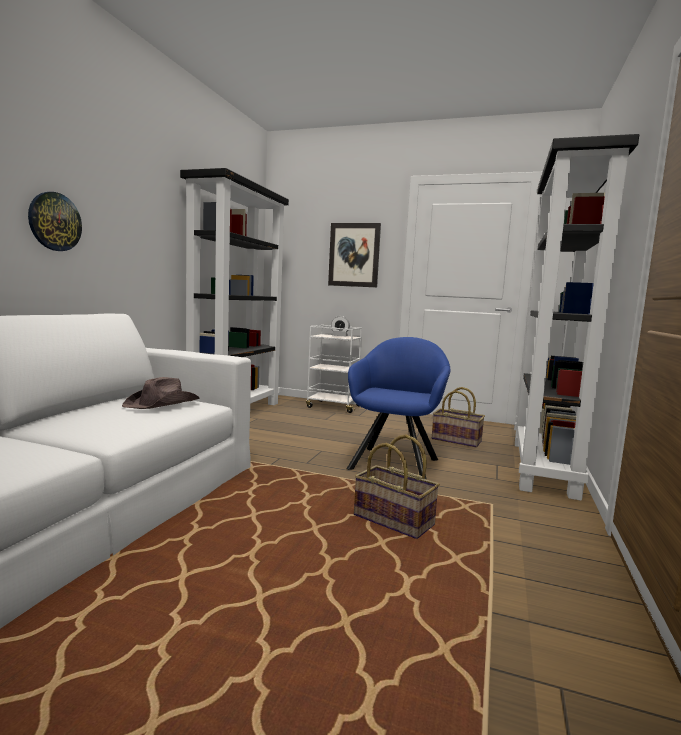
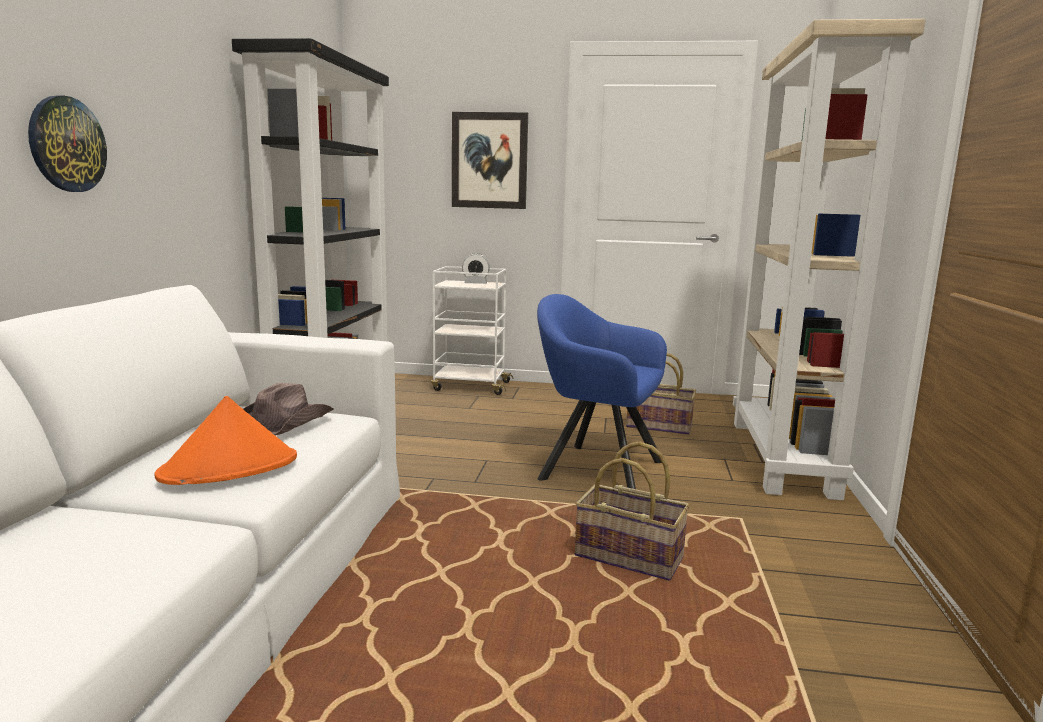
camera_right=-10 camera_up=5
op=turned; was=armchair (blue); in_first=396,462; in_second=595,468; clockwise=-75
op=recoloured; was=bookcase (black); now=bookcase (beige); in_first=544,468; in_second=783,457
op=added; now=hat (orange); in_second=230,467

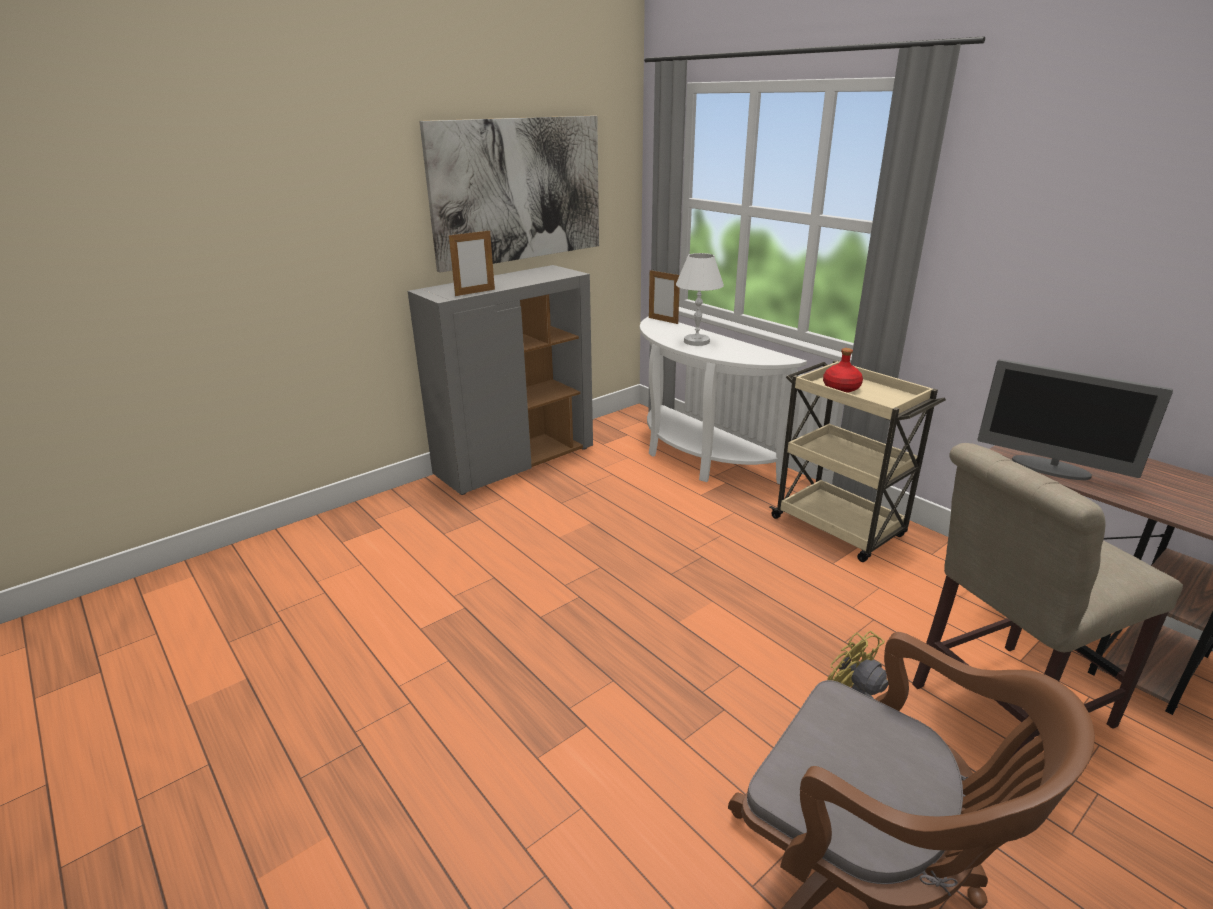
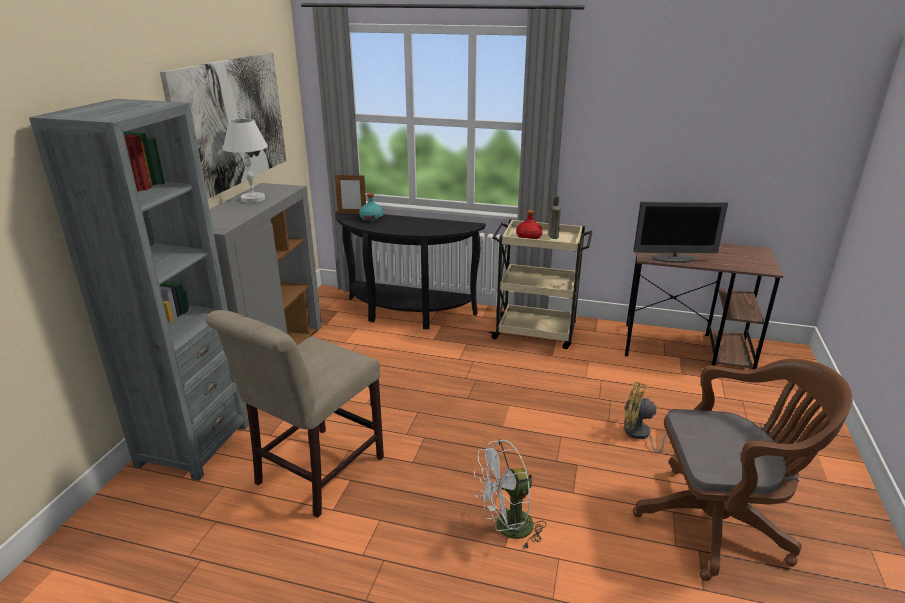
camera_right=-35 camera_up=0
op=removed; was=picture frame; in_first=475,292
op=recoloured; was=console table (white); now=console table (black); in_first=697,458; in_second=406,313
op=moved; was=table lamp (white); in_first=697,341; in_second=253,199
op=moved; was=chair (beige); in_first=1001,706; in_second=314,474
op=added; now=bookcase (grey); in_second=193,444
op=added; now=bottle (turquoise); in_second=371,218
op=added; now=fan (white); in_second=507,529
op=added; now=bottle (brown); in_second=553,235

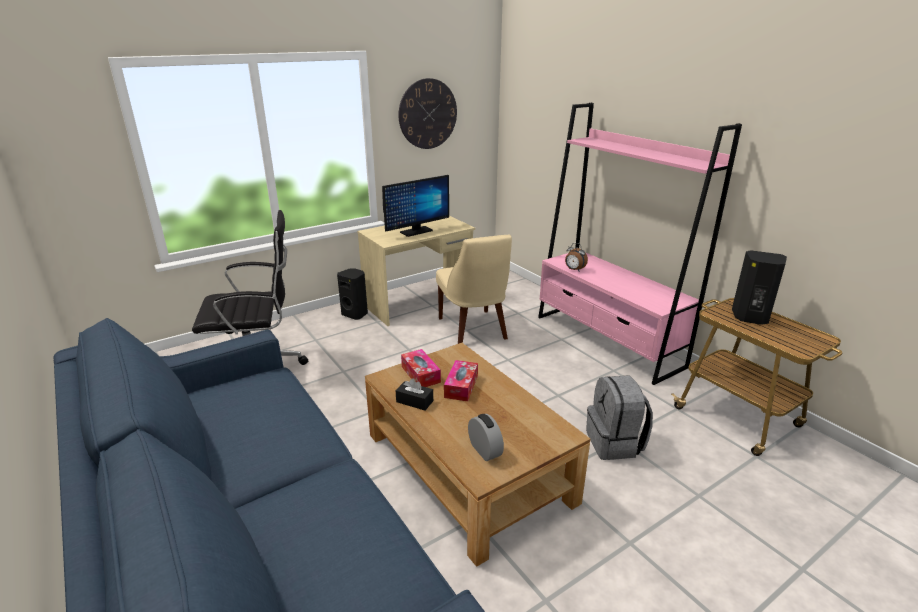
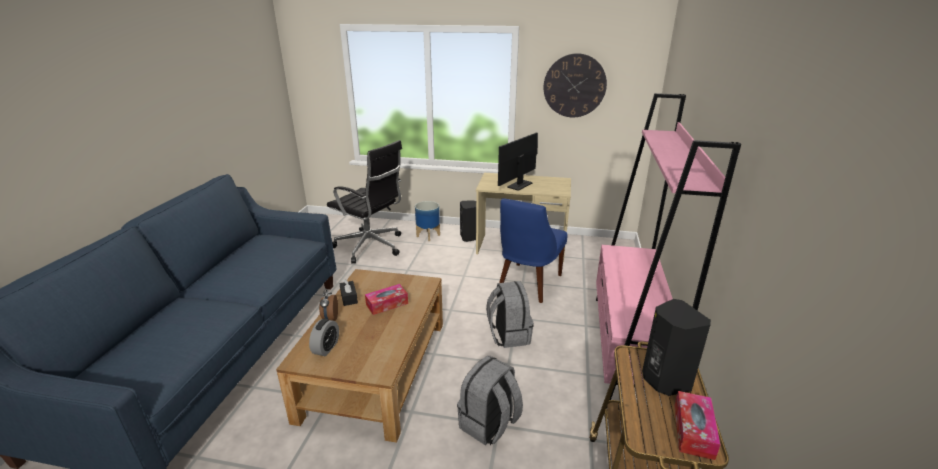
camera_right=45 camera_up=0
op=turned; was=monitor; in_first=416,231; in_second=520,185; clockwise=120
op=moved; was=tissue box; in_first=420,374; in_second=693,431
op=recoloured; was=chair (beige); now=chair (blue); in_first=473,330; in_second=528,284
op=moved; was=alarm clock; in_first=574,270; in_second=330,318
op=added; now=planter; in_second=428,236
op=added; now=backpack (grey); in_second=508,335

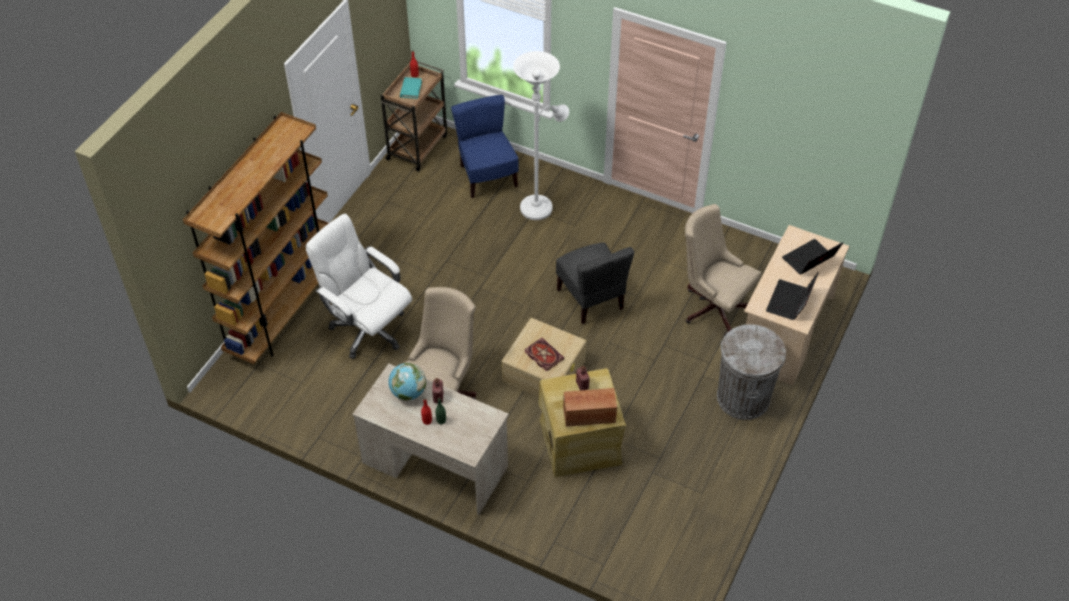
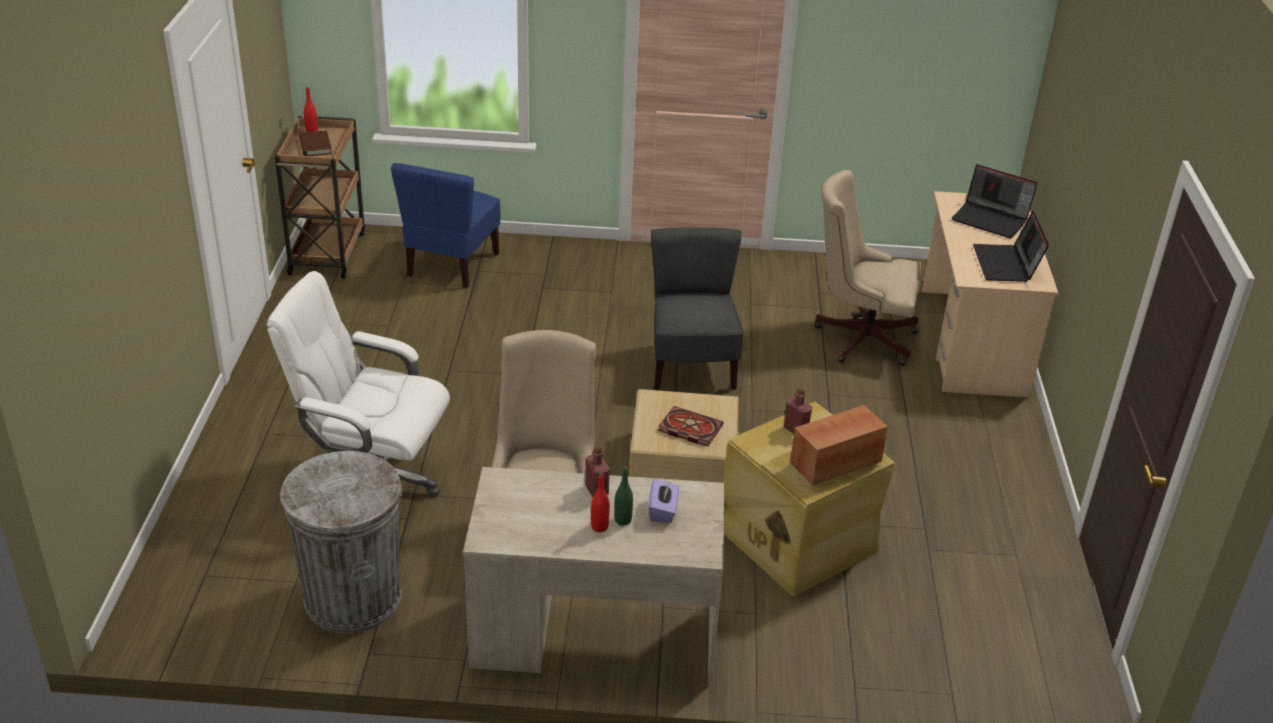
camera_right=-25 camera_up=-15
op=removed; was=bookcase (brown); in_first=283,312
op=removed; was=globe; in_first=408,392
op=recoloured; was=book (turquoise); now=book (brown); in_first=411,89; in_second=315,146
op=turned; was=chair (blue); in_first=487,176; in_second=451,265; clockwise=-120
op=removed; was=floor lamp (white); in_first=539,206
op=turned; was=chair (grey); in_first=591,299; in_second=691,366; clockwise=-135
op=moved; was=trash can (grey); in_first=743,398; in_second=353,598
op=turned; was=laptop; in_first=809,260; in_second=991,219; clockwise=-90
op=added; now=tissue box (purple); in_second=663,511

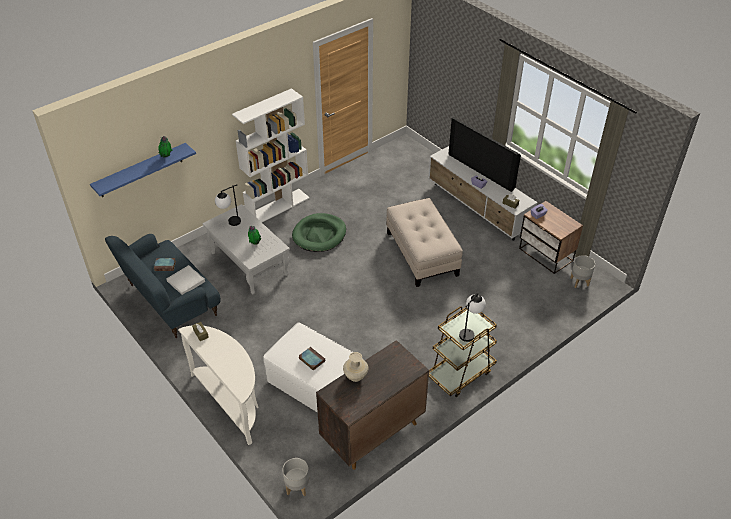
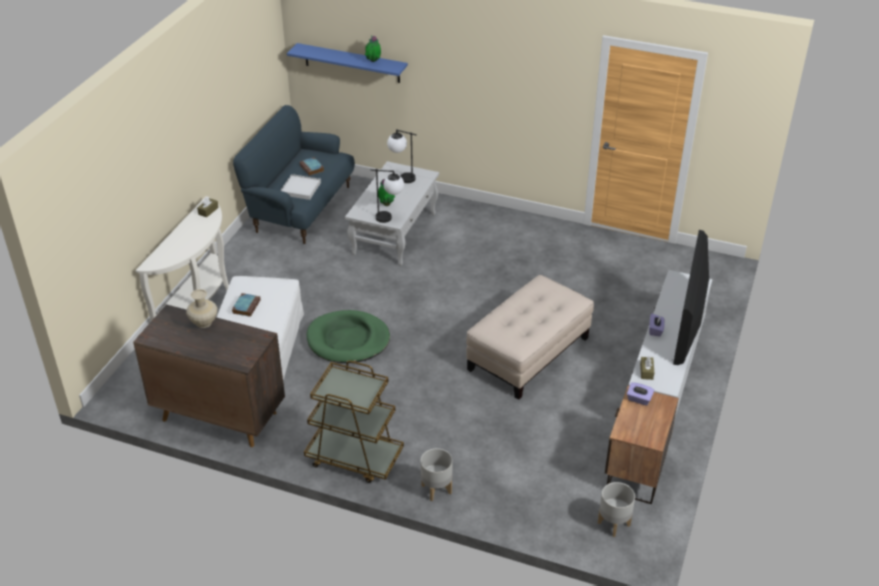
camera_right=60 camera_up=-5
op=removed; was=bookcase (white); in_first=278,206
op=moved; was=planter (grey); in_first=297,487; in_second=436,489
op=moved; was=dog bed (green); in_first=319,235; in_second=348,340
op=moved; was=table lamp; in_first=469,332; in_second=390,218

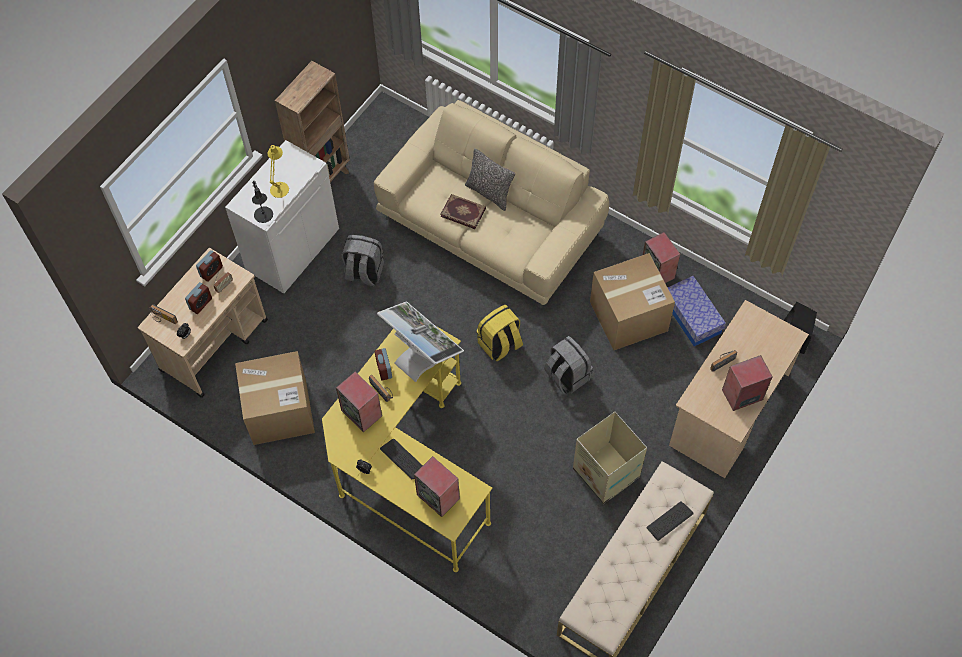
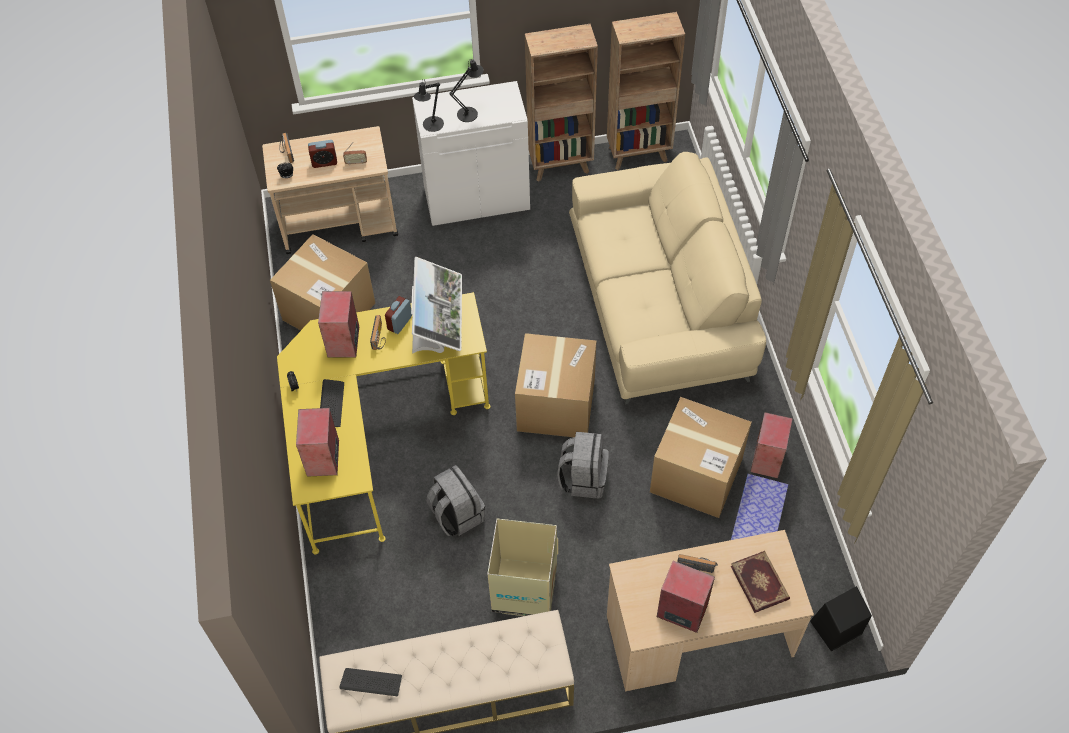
camera_right=45 camera_up=-5
op=removed; was=alarm clock; in_first=211,271
op=recoloured; was=table lamp (yellow); now=table lamp (black); in_first=280,187; in_second=470,113
op=moved; was=backpack (grey); in_first=364,272; in_second=456,514
op=moved; was=book; in_first=463,212; in_second=760,582
op=removed; was=pillow; in_first=489,193
op=replaced; was=backpack (yellow); now=cardboard box; in_first=500,345; in_second=556,405
op=moved; was=keyboard; in_first=669,521; in_second=371,682
op=added; now=bookcase (brown); in_second=639,154

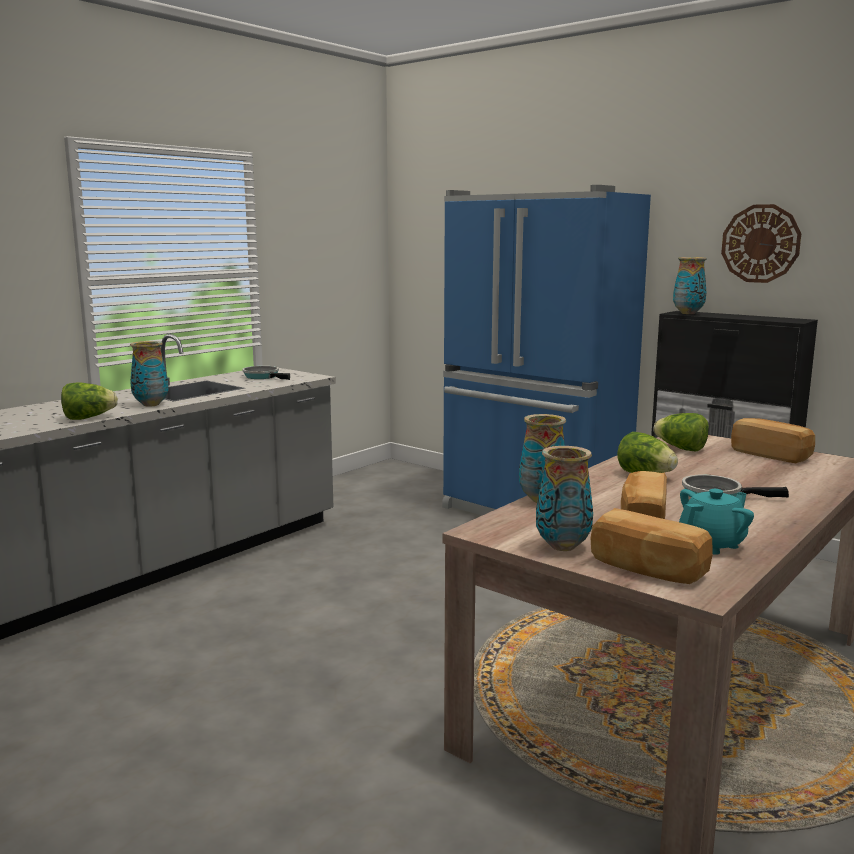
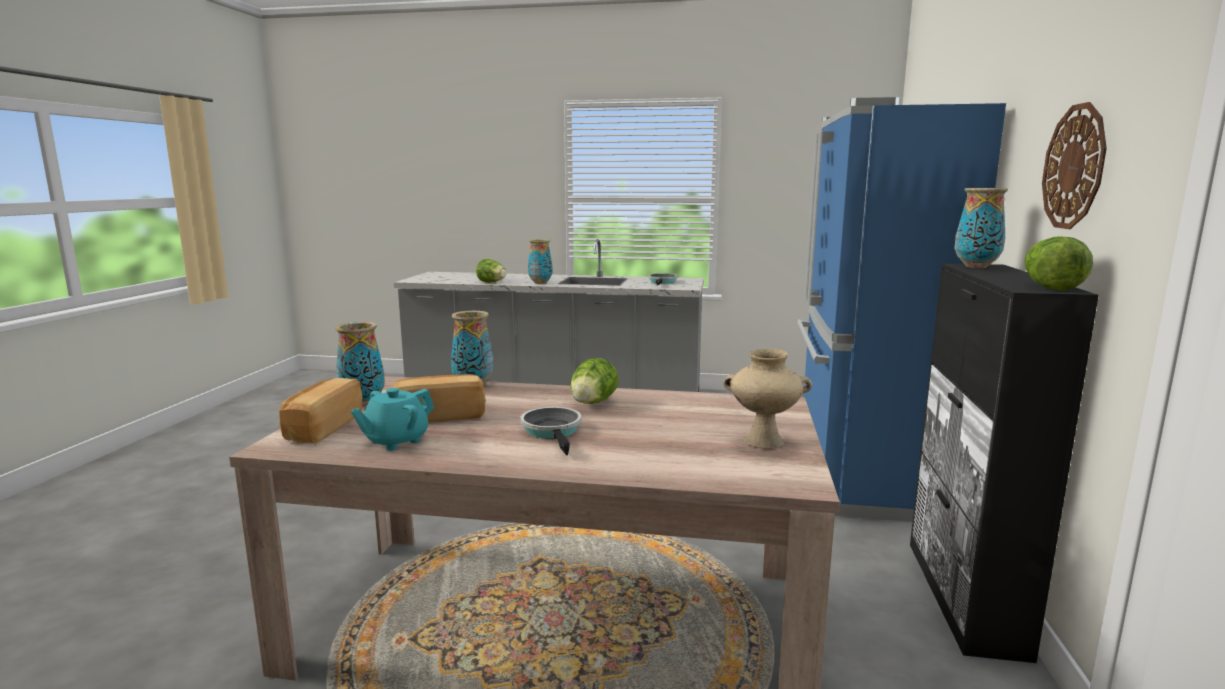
camera_right=60 camera_up=0
op=moved; was=lettuce; in_first=681,448; in_second=1049,287
op=turned; was=teapot (turquoise); in_first=712,544; in_second=396,441; clockwise=105
op=replaced; was=bread; now=vase (beige); in_first=771,455; in_second=762,442

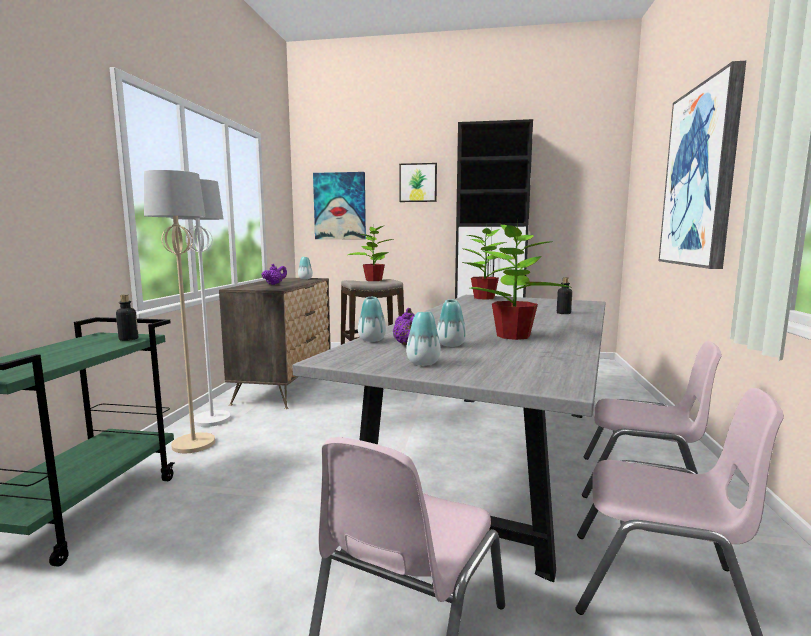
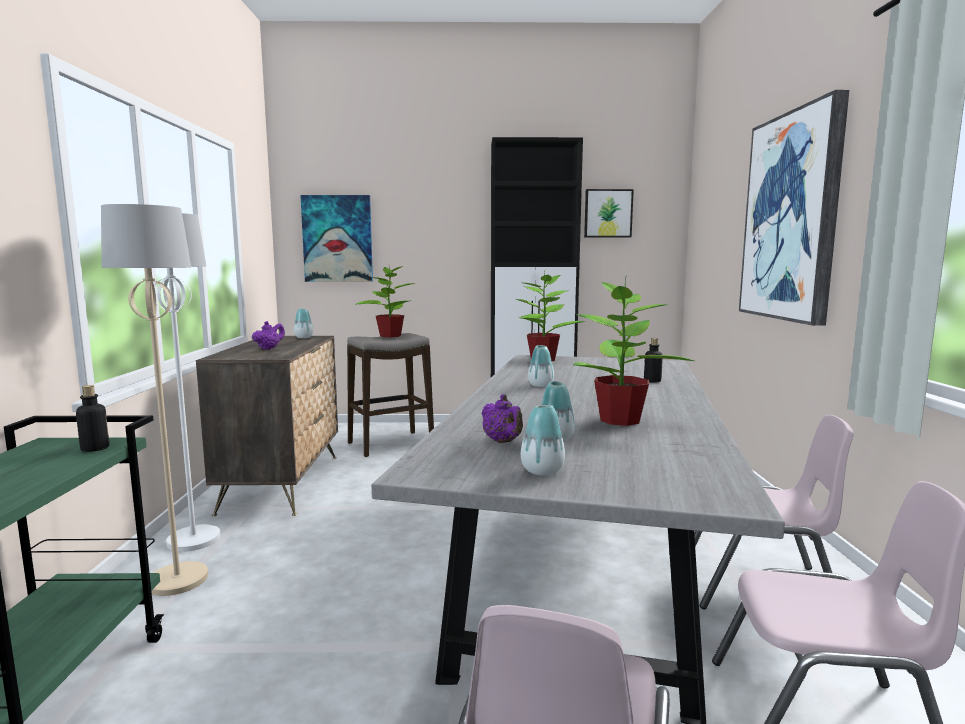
camera_right=-10 camera_up=0
op=moved; was=vase; in_first=372,340; in_second=540,385
op=moved; was=picture; in_first=418,183; in_second=608,213

